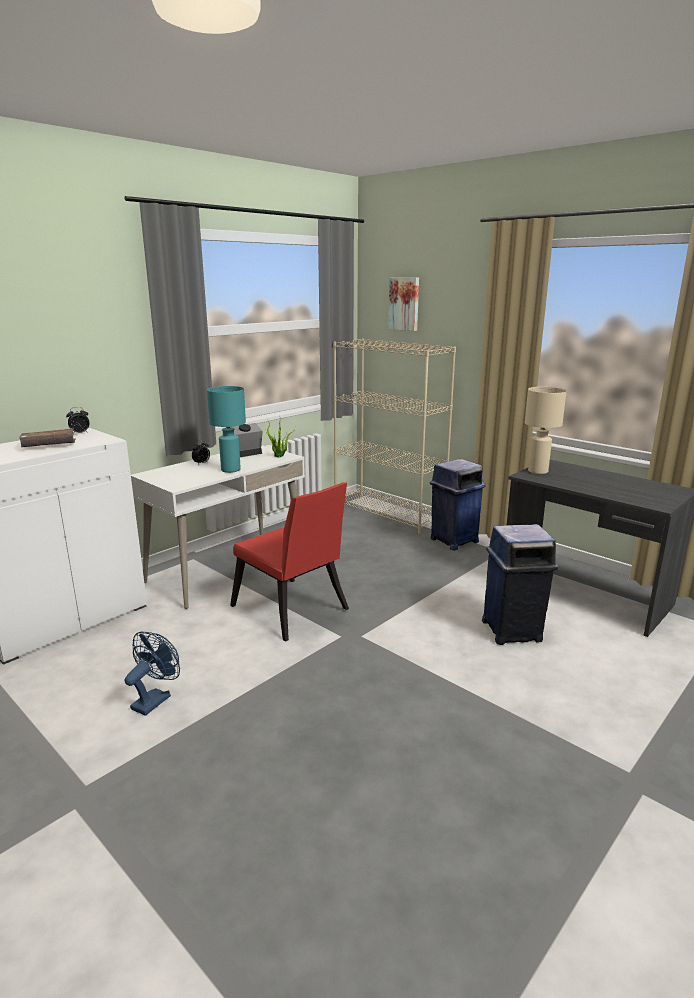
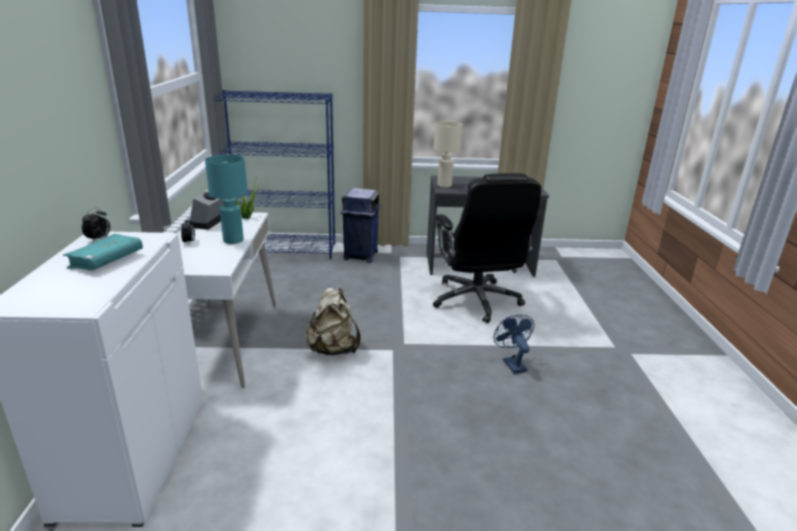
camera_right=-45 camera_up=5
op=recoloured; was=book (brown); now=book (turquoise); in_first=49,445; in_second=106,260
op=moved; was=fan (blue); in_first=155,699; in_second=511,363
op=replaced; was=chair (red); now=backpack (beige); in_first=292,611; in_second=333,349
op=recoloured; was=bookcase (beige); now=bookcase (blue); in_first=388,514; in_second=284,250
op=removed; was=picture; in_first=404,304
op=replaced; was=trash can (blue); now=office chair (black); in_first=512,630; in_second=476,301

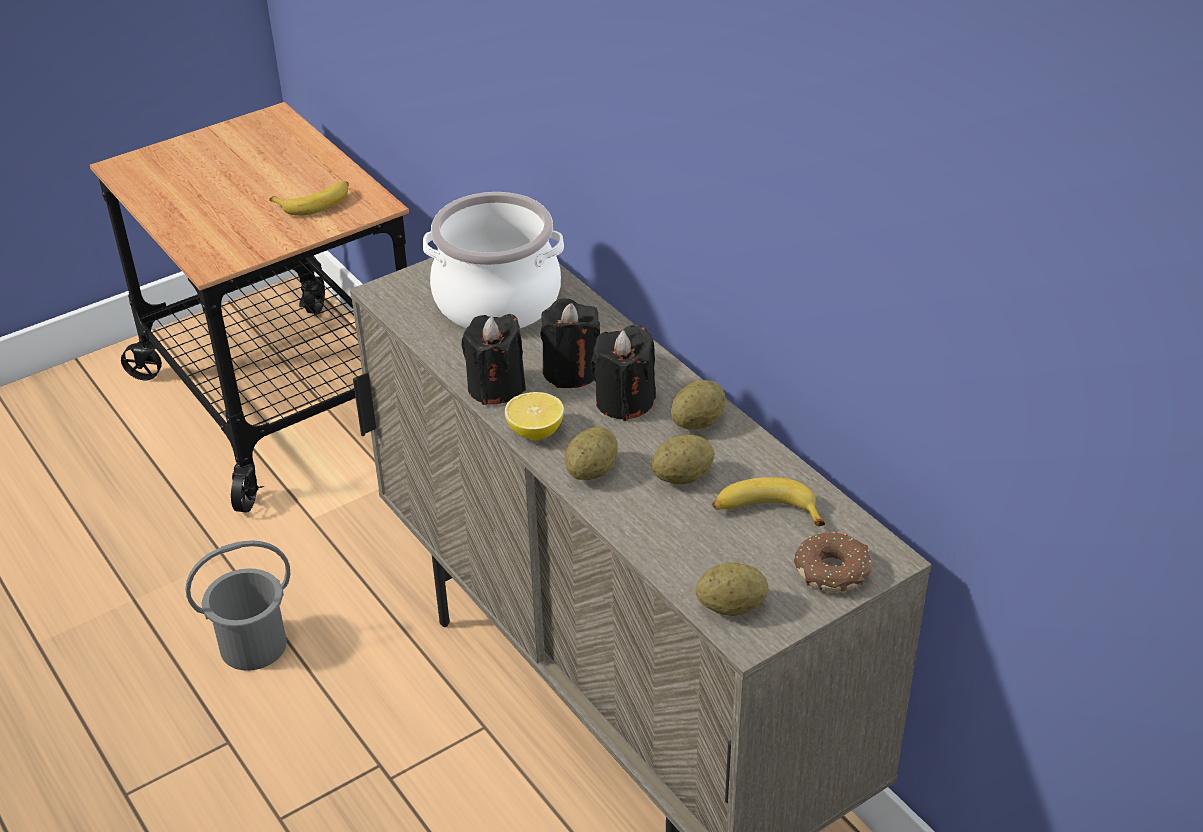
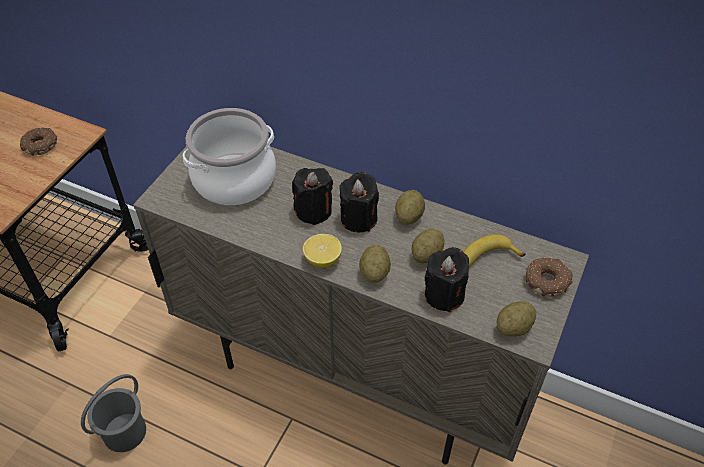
camera_right=-30 camera_up=10
op=replaced; was=banana; now=donut; in_first=315,203; in_second=41,145
op=moved; was=candle (black); in_first=496,387; in_second=444,295

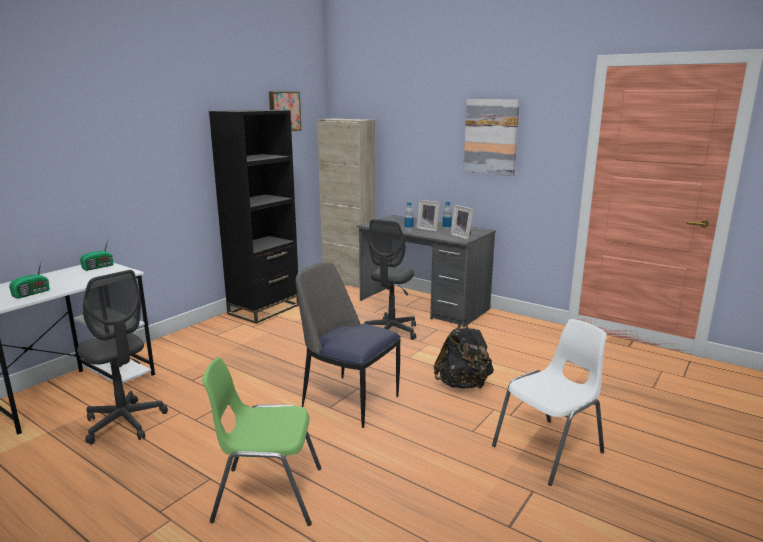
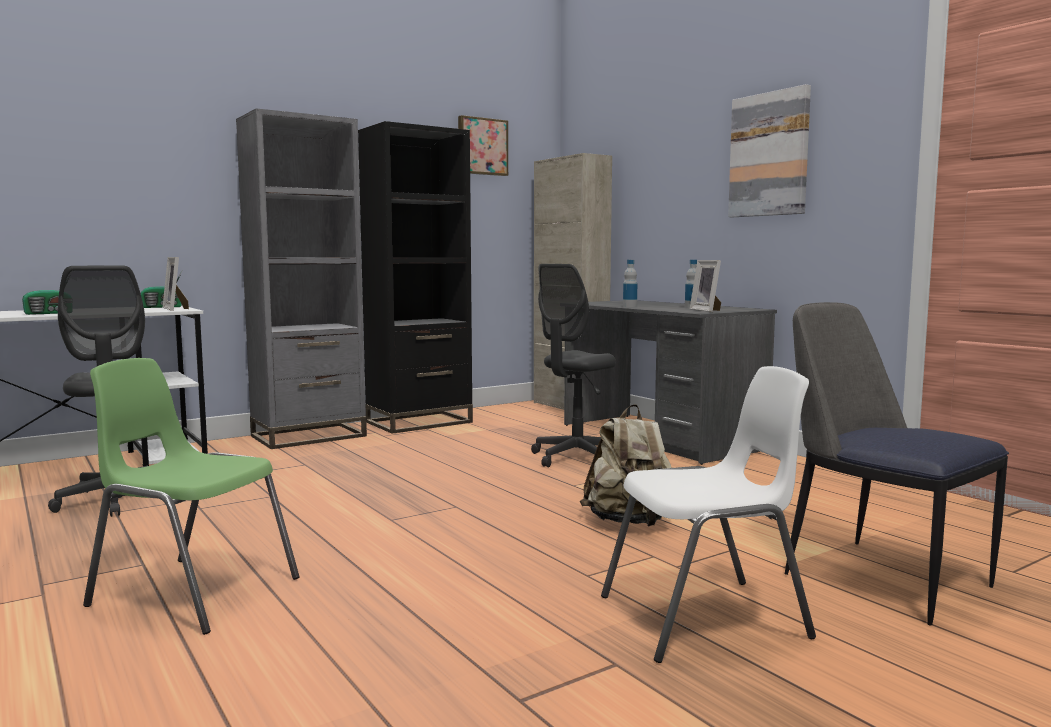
camera_right=20 camera_up=-10
op=moved; was=chair; in_first=348,400; in_second=881,578
op=moved; was=picture frame; in_first=428,229; in_second=176,309
op=recoloured; was=backpack (black); now=backpack (beige); in_first=463,384; in_second=630,523
op=added; now=bookcase (grey); in_second=309,436

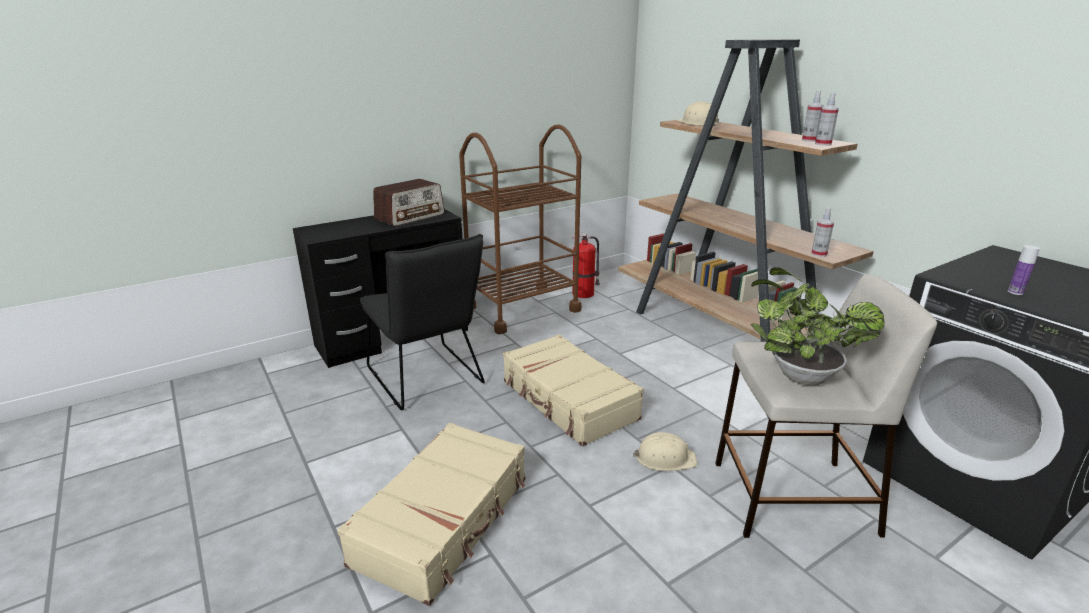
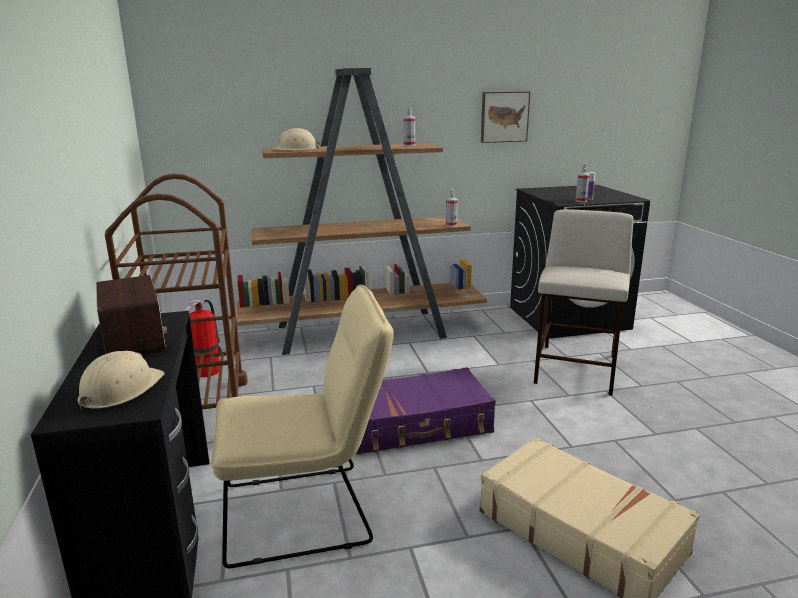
camera_right=-70 camera_up=-5
op=recoloured; was=chair (black); now=chair (beige); in_first=428,379; in_second=308,512
op=recoloured; was=suitcase (beige); now=suitcase (purple); in_first=568,400; in_second=416,425
op=moved; was=hard hat (beige); in_first=664,458; in_second=120,390
op=removed; was=potted plant; in_first=798,374
op=moved; was=spray bottle; in_first=823,144; in_second=581,201
op=added; now=picture; in_second=504,116

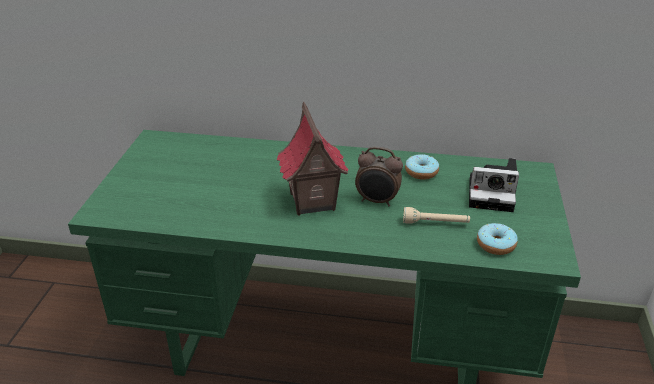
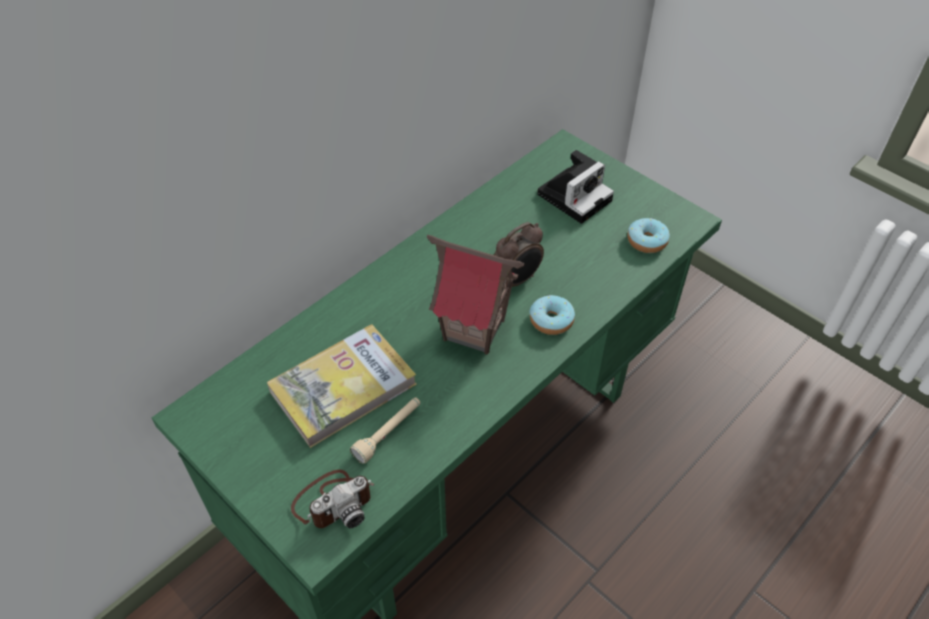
camera_right=-55 camera_up=15
op=moved; was=flashlight (beige); in_first=435,223; in_second=388,433
op=moved; was=donut; in_first=421,172; in_second=551,320
op=added; now=book; in_second=343,388
op=added; now=photo camera; in_second=334,501

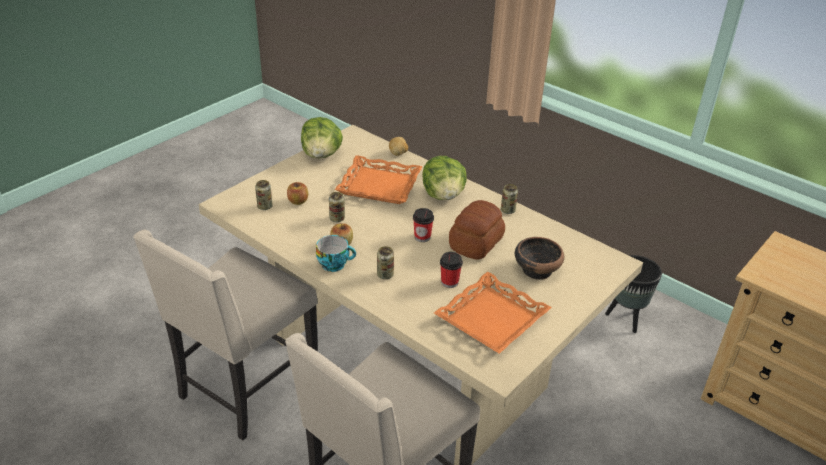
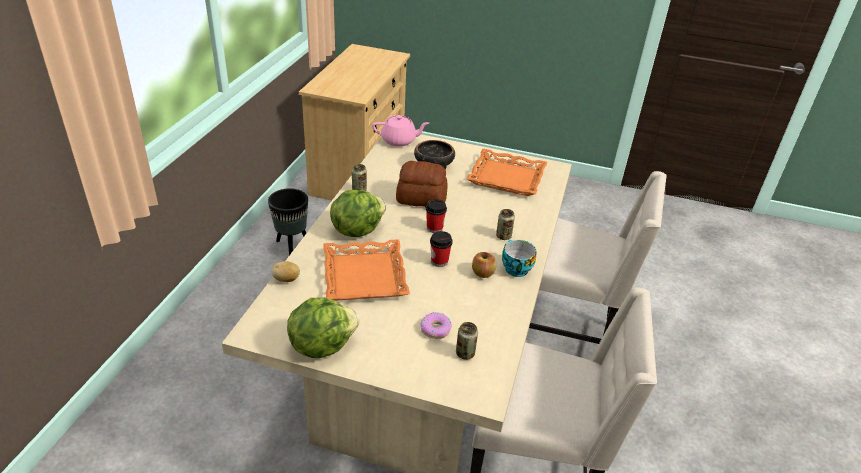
camera_right=-115 camera_up=0
op=replaced; was=apple; now=donut; in_first=298,201; in_second=436,329
op=removed; was=can; in_first=337,219
op=moved; was=cup; in_first=449,282; in_second=439,261
op=added; now=teapot (pink); in_second=399,141

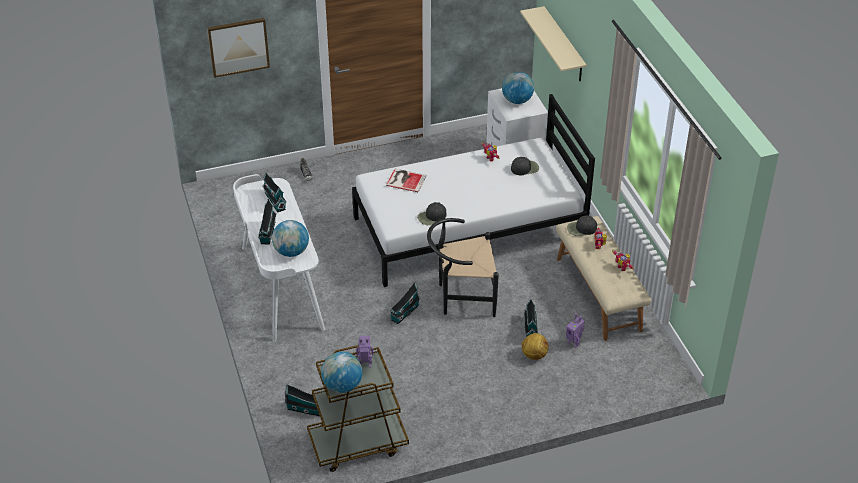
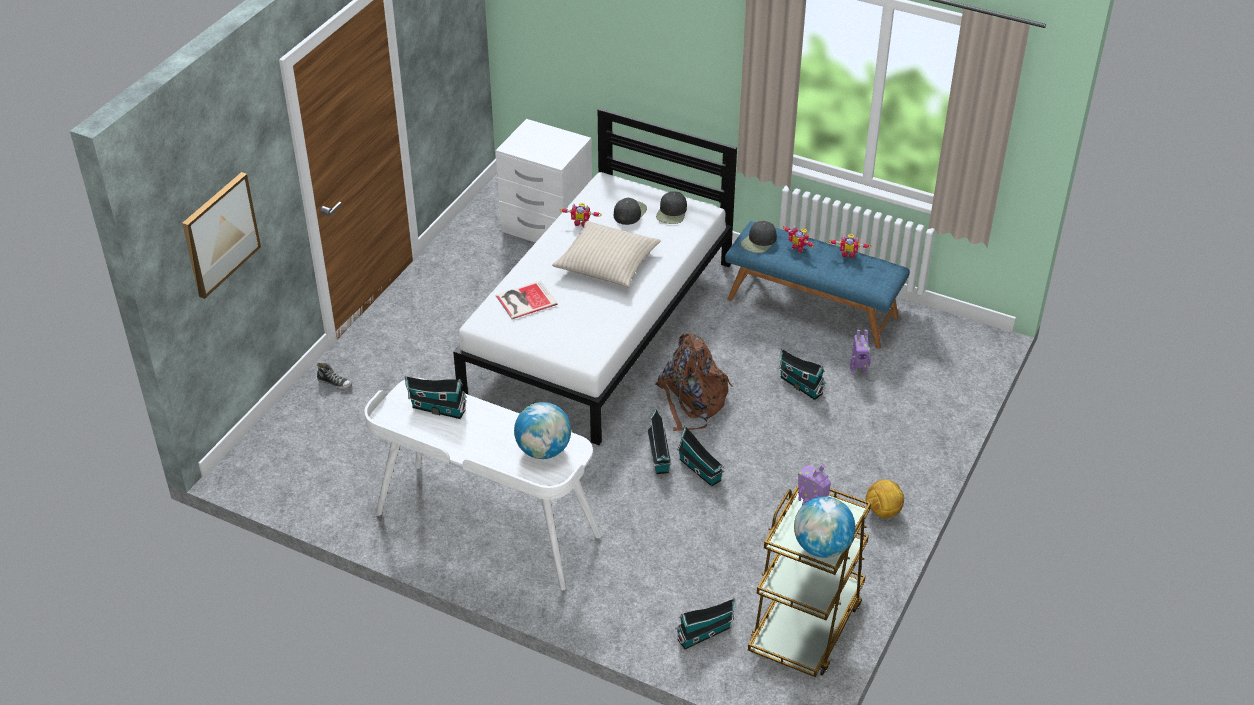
camera_right=-45 camera_up=0
op=moved; was=toy house; in_first=267,233; in_second=701,471
op=moved; was=cap (black); in_first=432,217; in_second=672,213
op=replaced; was=chair (black); now=backpack (brown); in_first=461,297; in_second=692,401
op=removed; was=globe; in_first=517,100
op=removed; was=shelf (beige); in_first=564,45
op=moved; was=football; in_first=534,355; in_second=883,512
op=recoloured; was=bench (beige); now=bench (blue); in_first=599,293; in_second=812,307
op=added; now=pillow (beige); in_second=606,263

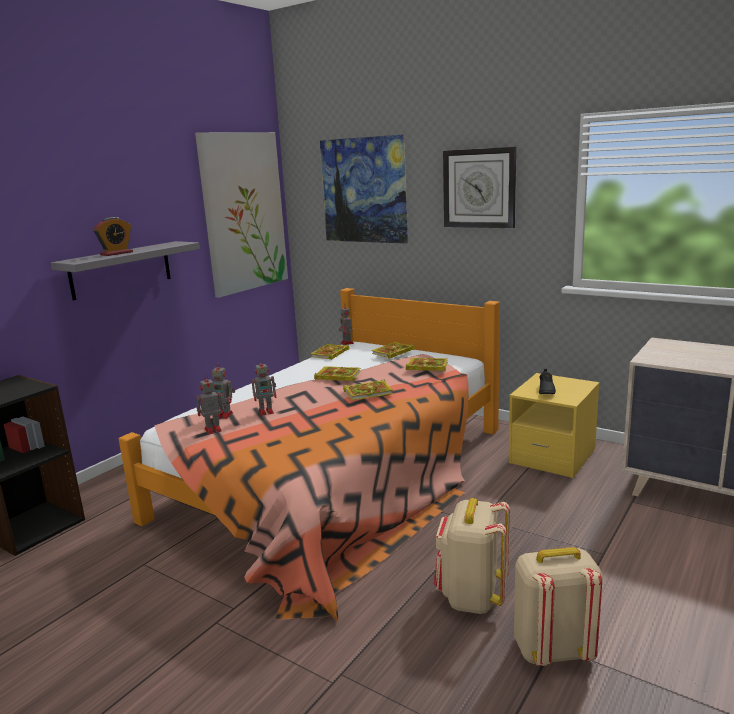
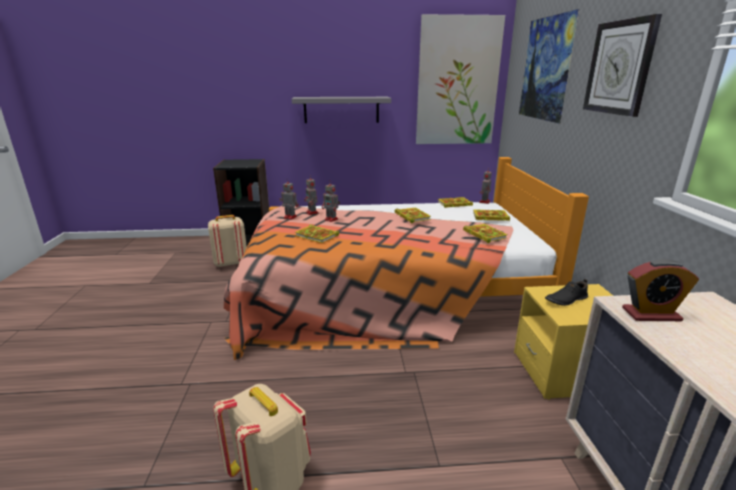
camera_right=50 camera_up=5
op=moved; was=alarm clock; in_first=116,253; in_second=651,314
op=moved; was=book; in_first=369,392; in_second=317,236
op=moved; was=backpack (beige); in_first=471,597; in_second=230,263

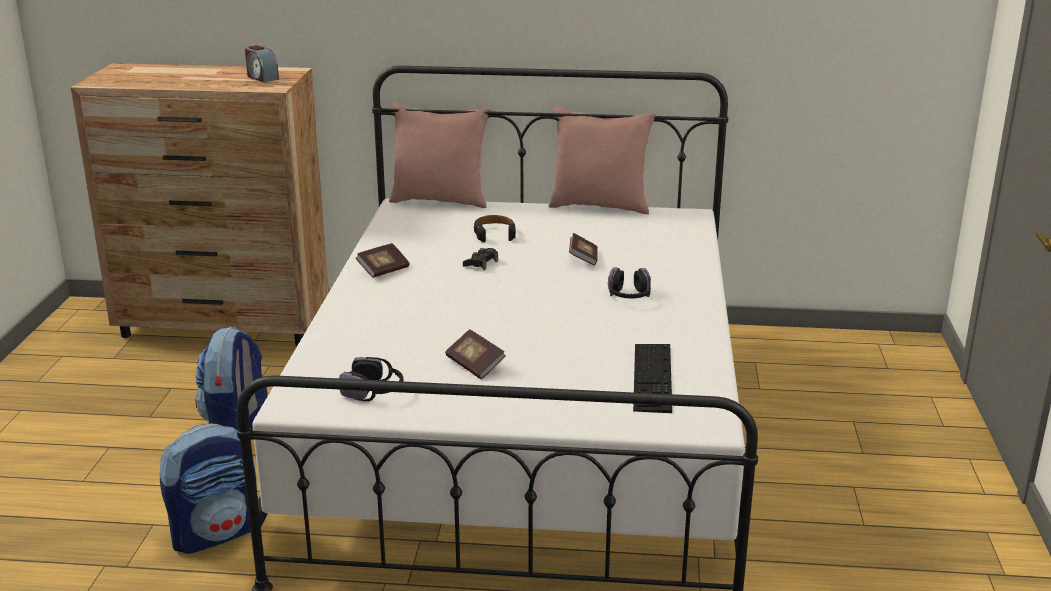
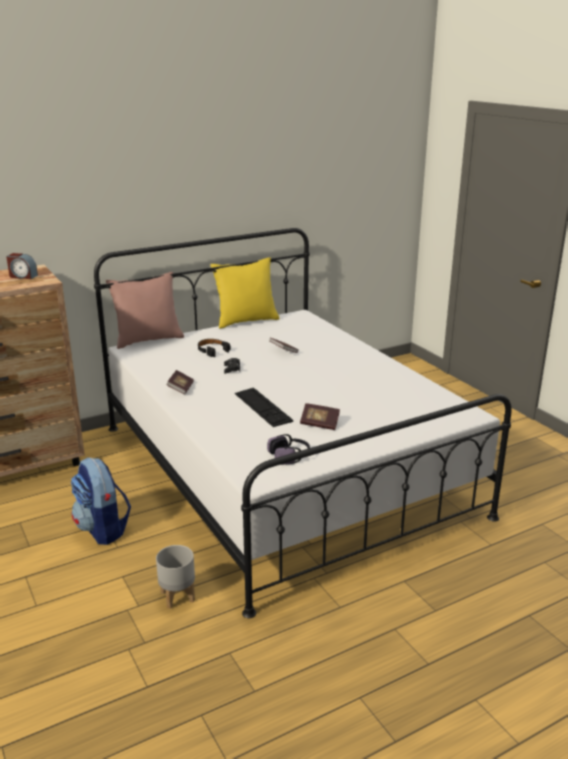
camera_right=-35 camera_up=0
op=replaced; was=backpack; now=planter (grey); in_first=216,533; in_second=177,596
op=recoloured; was=pillow (pink); now=pillow (yellow); in_first=600,206; in_second=246,321
op=removed; was=headphones; in_first=629,296
op=moved; was=keyboard; in_first=652,377; in_second=262,407

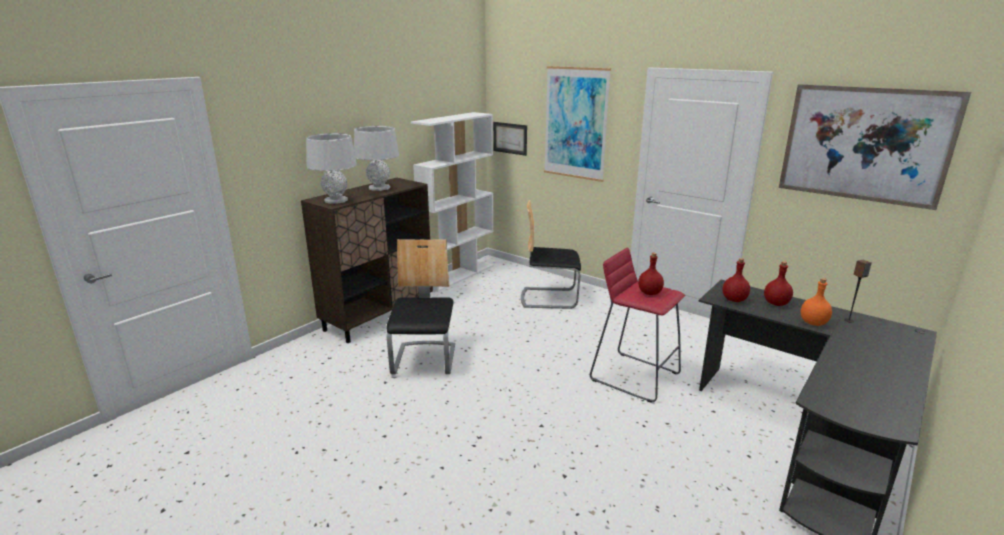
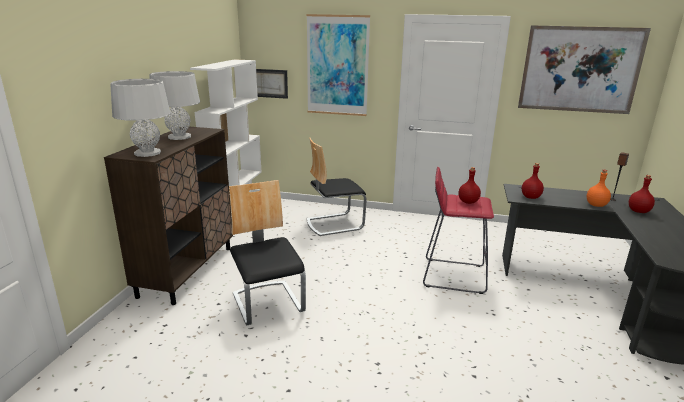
camera_right=-25 camera_up=0
op=moved; was=bottle (red); in_first=775,303; in_second=638,211

